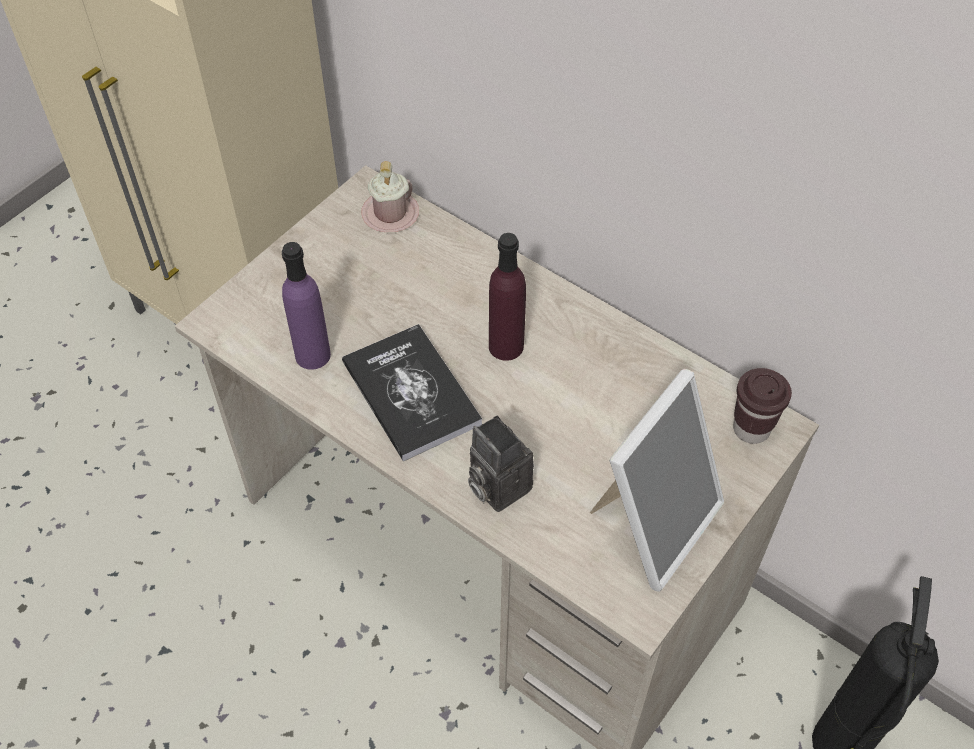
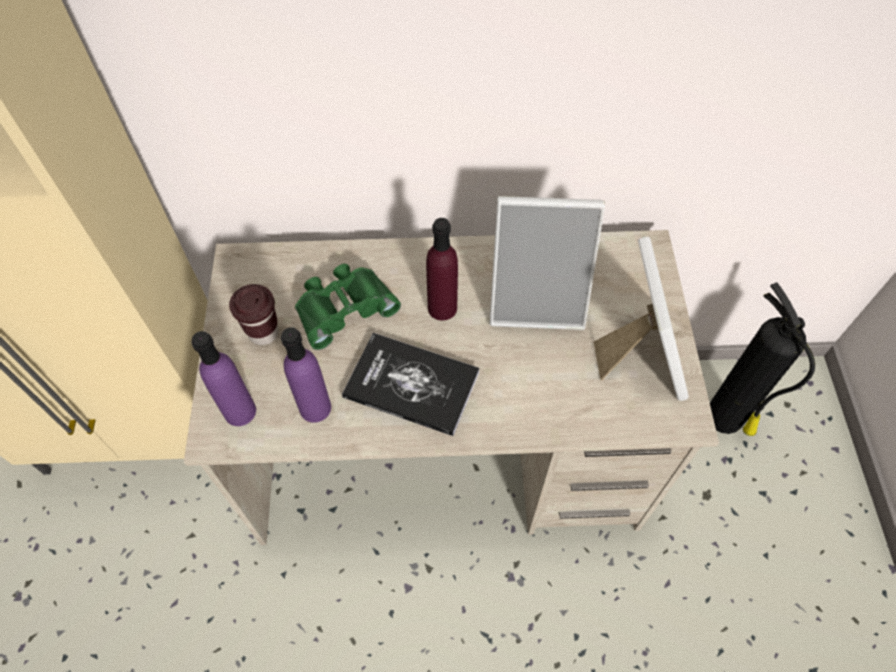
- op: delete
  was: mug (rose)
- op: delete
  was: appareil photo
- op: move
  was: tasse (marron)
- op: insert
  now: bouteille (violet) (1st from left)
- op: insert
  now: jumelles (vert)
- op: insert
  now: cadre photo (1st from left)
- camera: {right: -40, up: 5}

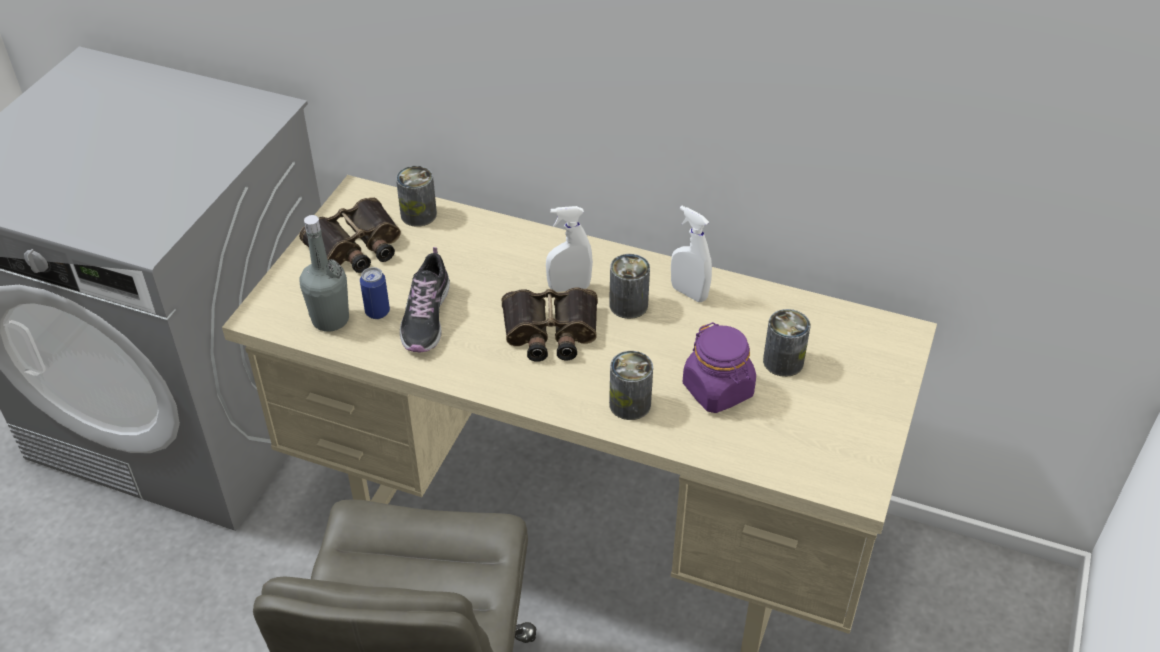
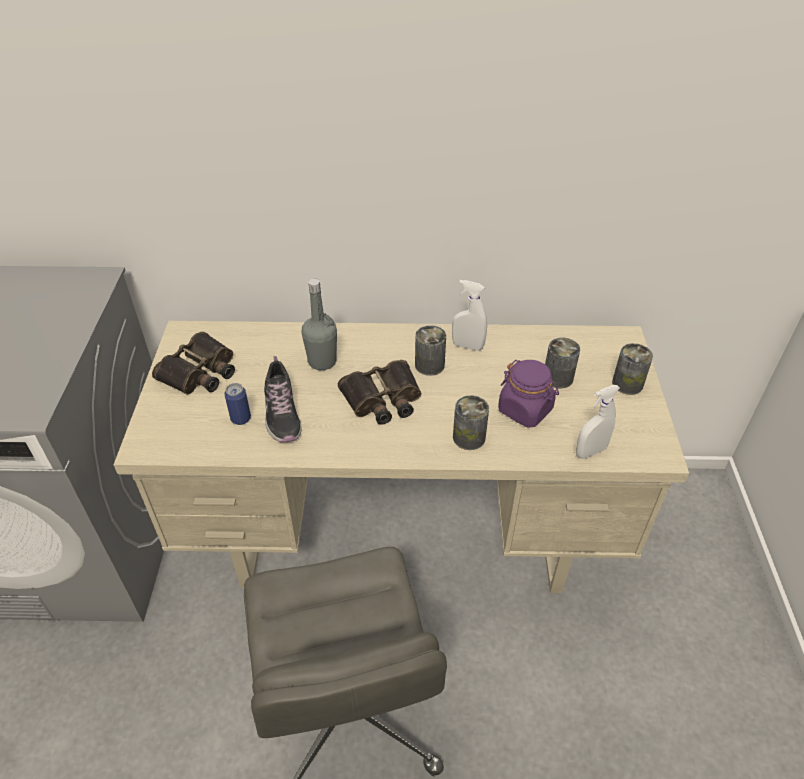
- op: move
  was: bouteille (gris)
- op: move
  was: boîte métallique (2nd from left in the first image)
  now: boîte métallique (5th from left)
- op: move
  was: vaporisateur (blanc) (1st from left in the first image)
  now: vaporisateur (blanc) (2nd from left)
- camera: {right: -20, up: 0}

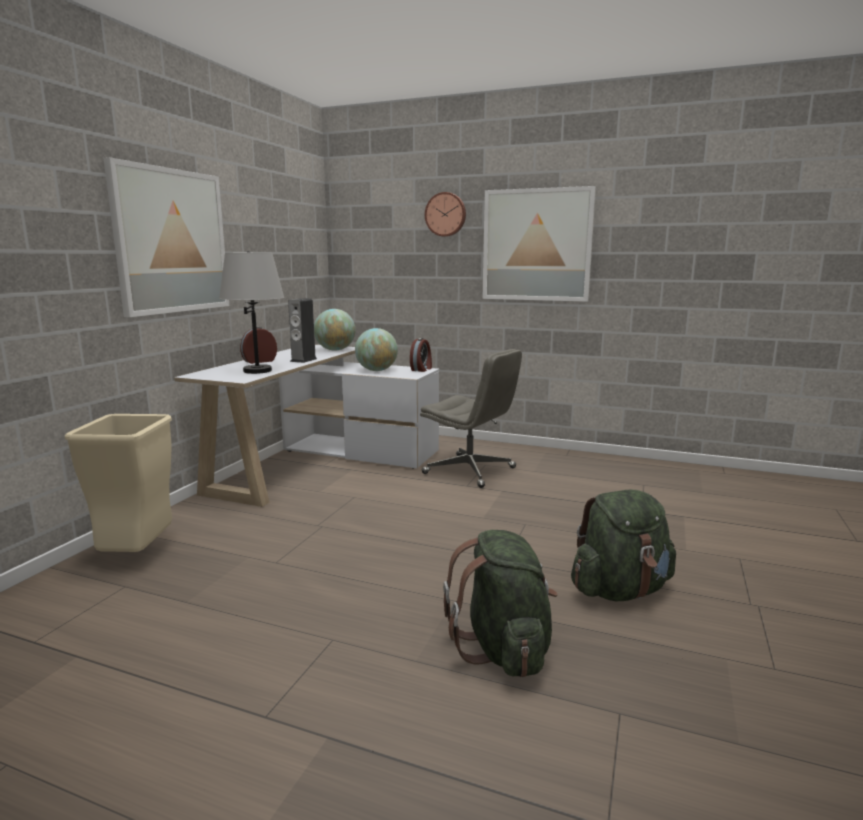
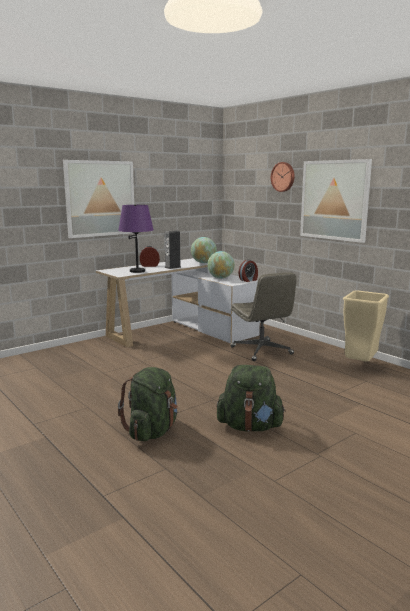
- op: move
  was: poubelle (beige)
- op: recolor
  was: lampe de table (gris)
  now: lampe de table (violet)
- camera: {right: 30, up: 0}

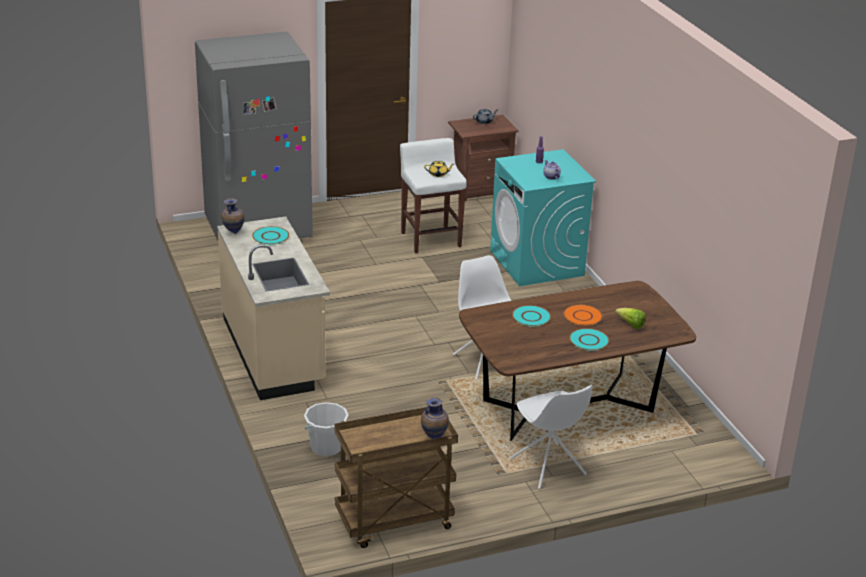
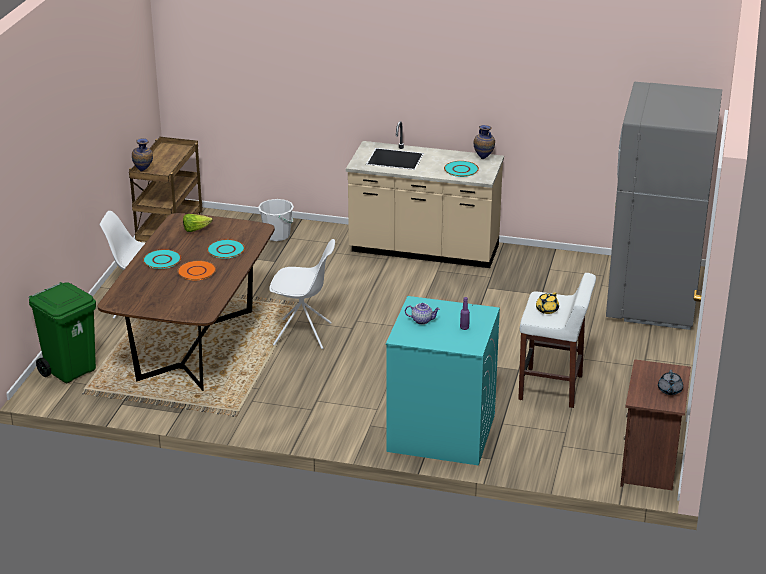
- op: move
  was: laitue
- op: insert
  now: poubelle (vert)
- camera: {right: 125, up: 0}

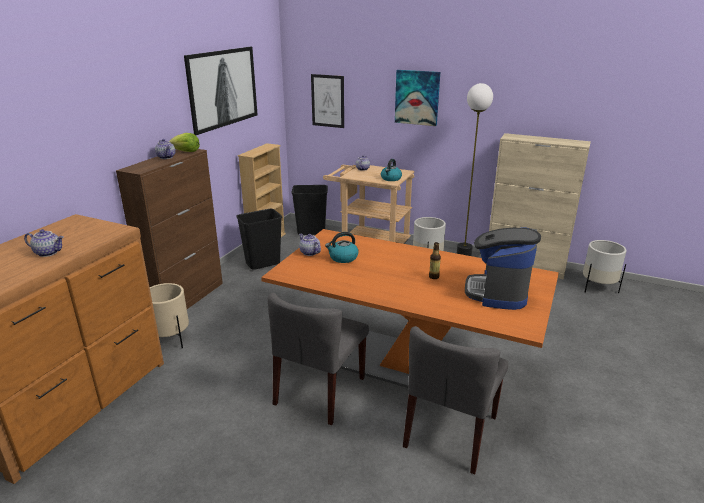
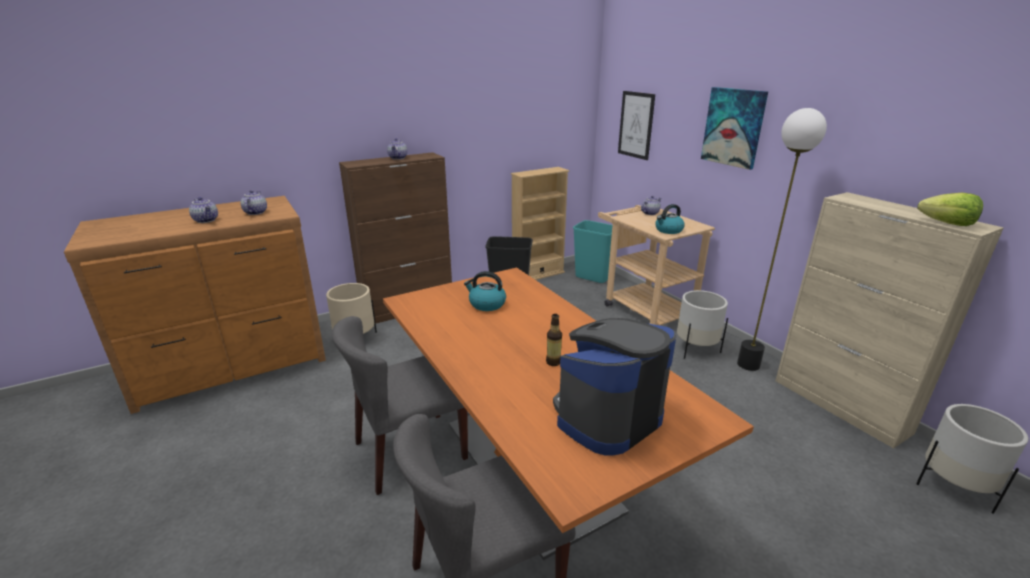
- op: move
  was: laitue
- op: delete
  was: tableau (1st from left)
- op: recolor
  was: poubelle (noir) (2nd from left)
  now: poubelle (turquoise)
- op: move
  was: théière (3rd from left in the first image)
  now: théière (2nd from left)
- camera: {right: 35, up: 0}

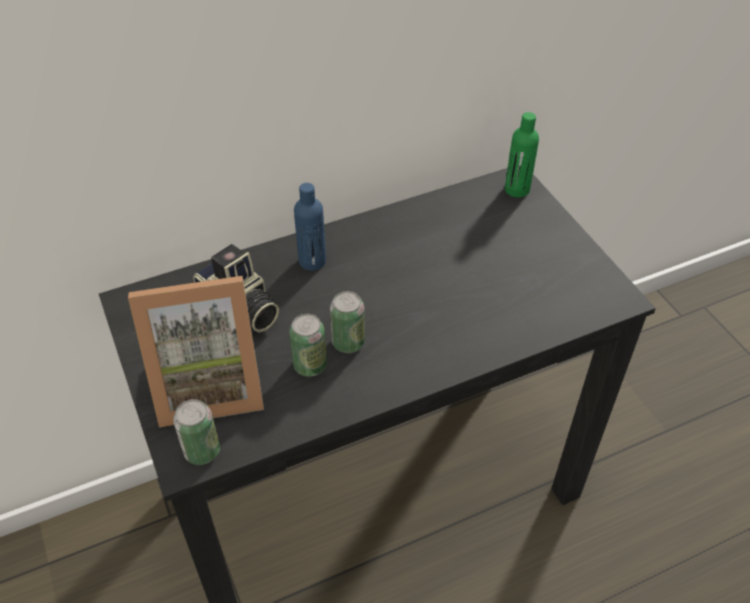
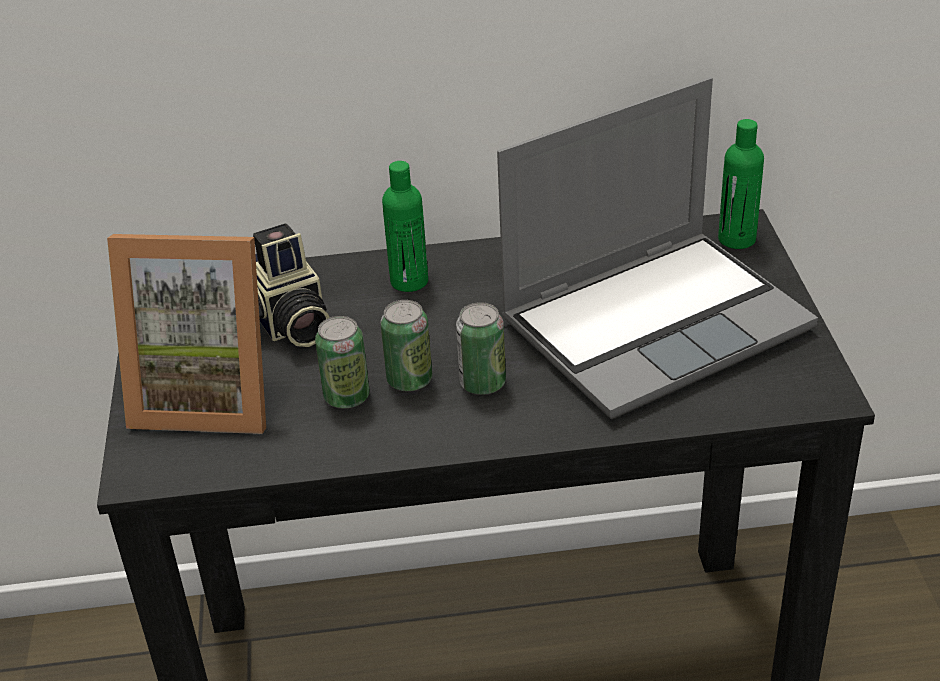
- op: move
  was: boîte métallique (1st from left in the first image)
  now: boîte métallique (3rd from left)
- op: recolor
  was: bouteille (bleu)
  now: bouteille (vert) (1st from left)
- op: insert
  now: ordinateur portable
- camera: {right: 20, up: -10}

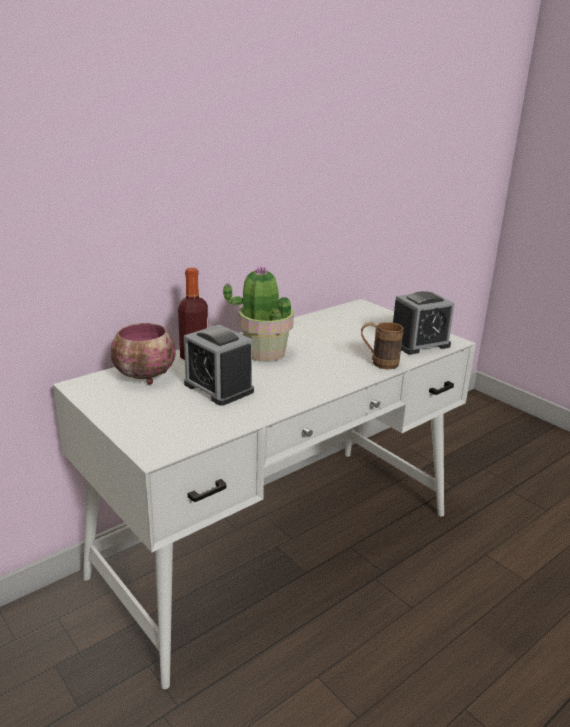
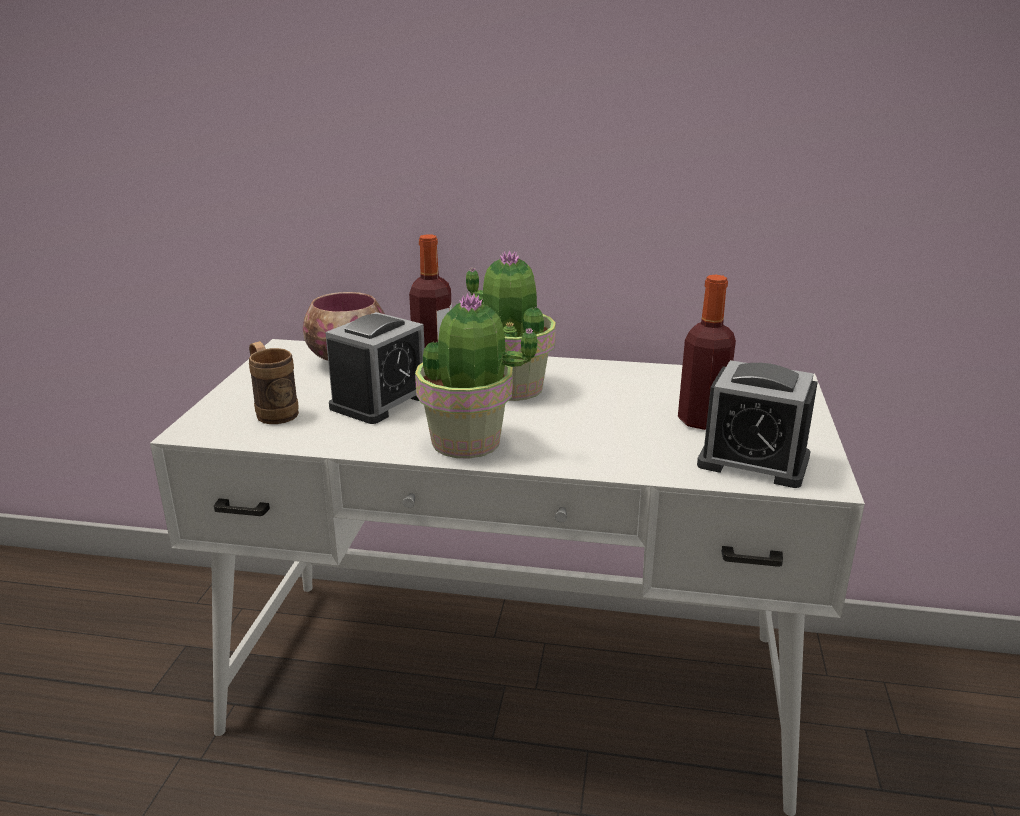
- op: rotate
  was: réveil (1st from left)
  clockwise: -150
- op: move
  was: mug (marron)
- op: insert
  now: plante en pot (1st from left)
- op: insert
  now: bouteille (2nd from left)
- camera: {right: 50, up: 0}

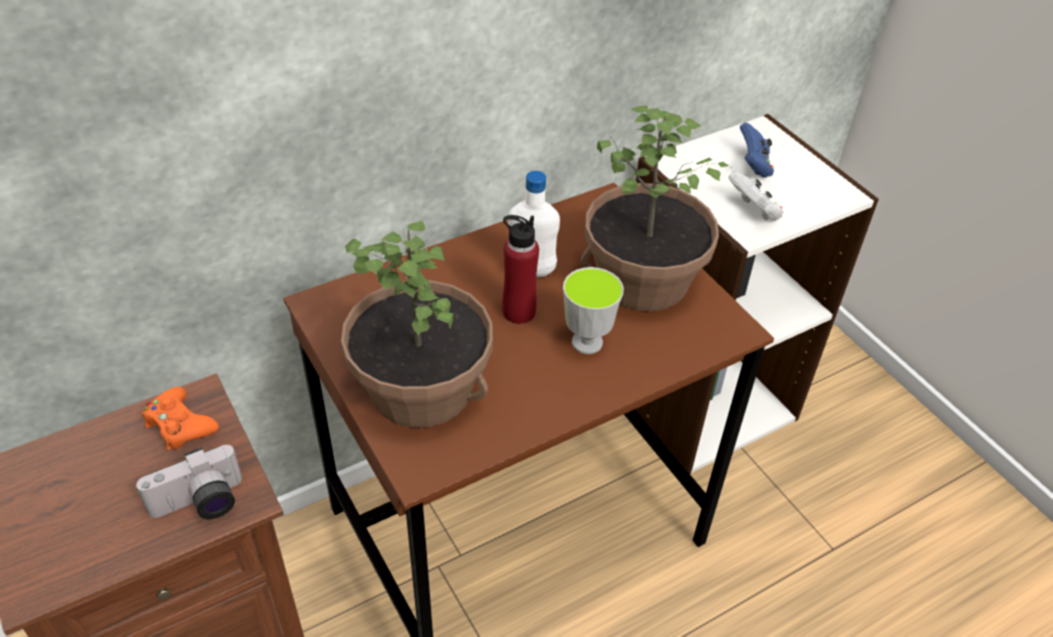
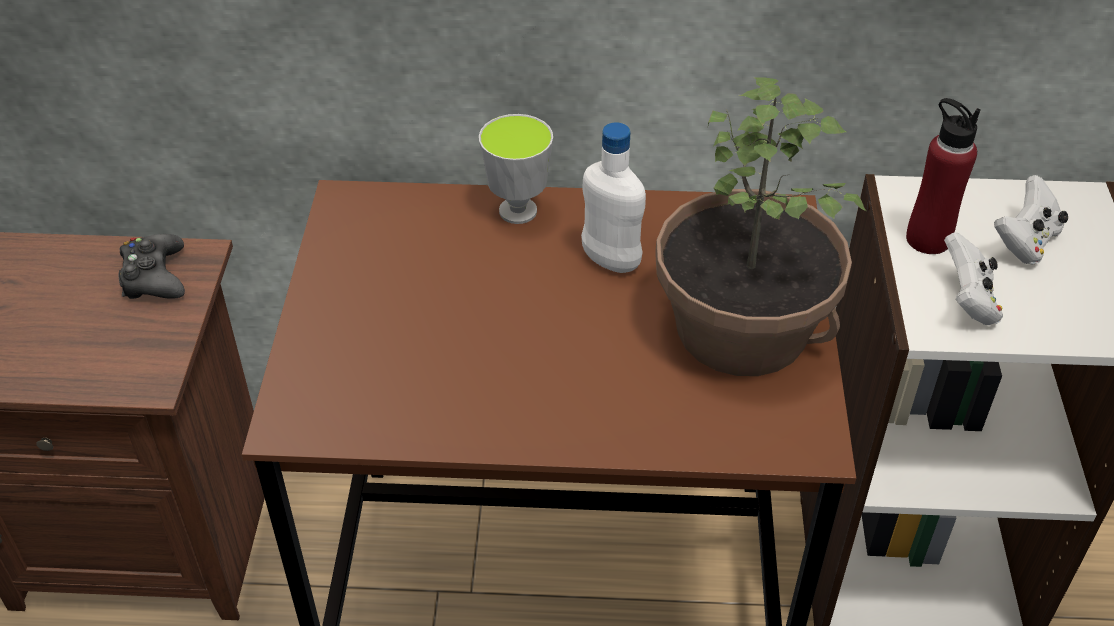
- op: delete
  was: appareil photo
- op: recolor
  was: manette (orange)
  now: manette (noir)
- op: delete
  was: plante en pot (1st from left)
- op: move
  was: bouteille (rouge)
- op: move
  was: tasse
- op: recolor
  was: manette (bleu)
  now: manette (blanc) (2nd from left)
- camera: {right: 35, up: 0}

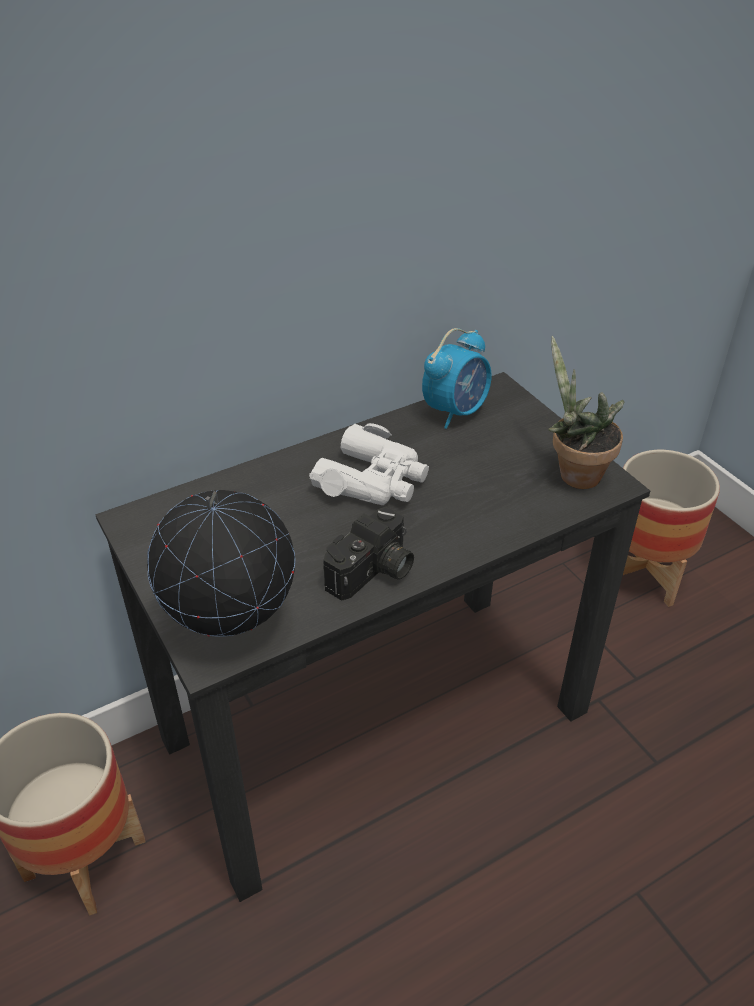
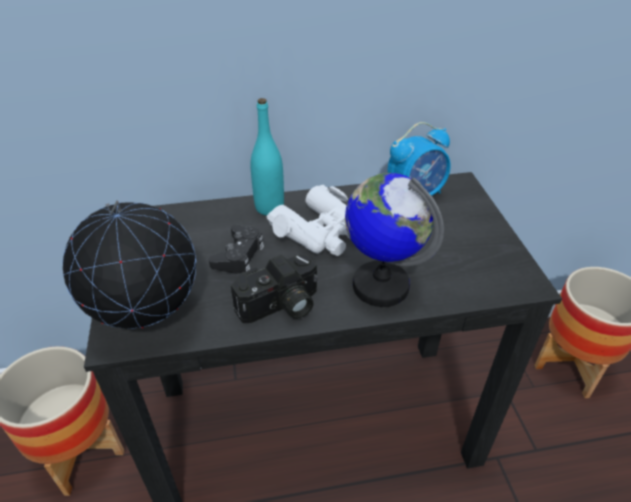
- op: delete
  was: plante en pot
- op: insert
  now: manette (noir)
- op: insert
  now: bouteille (turquoise)
- op: insert
  now: globe (2nd from left)
- camera: {right: 20, up: 0}

